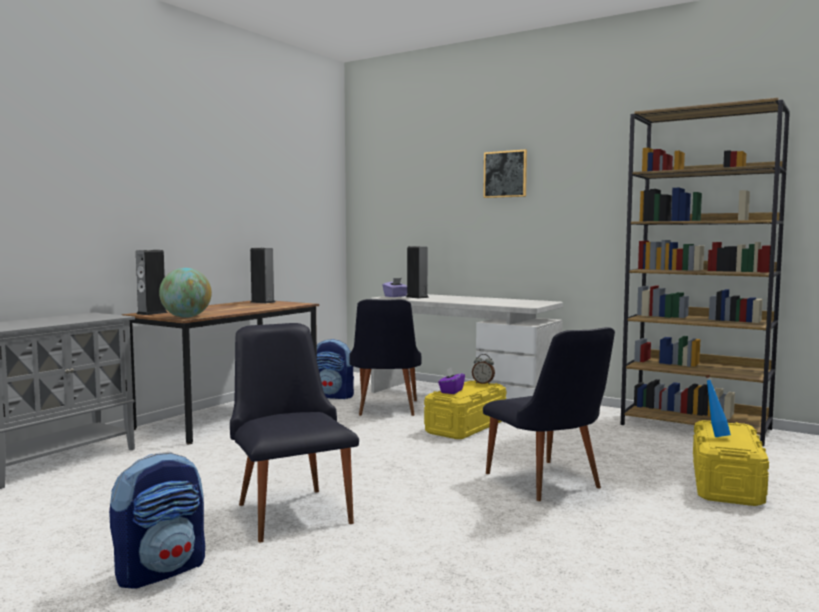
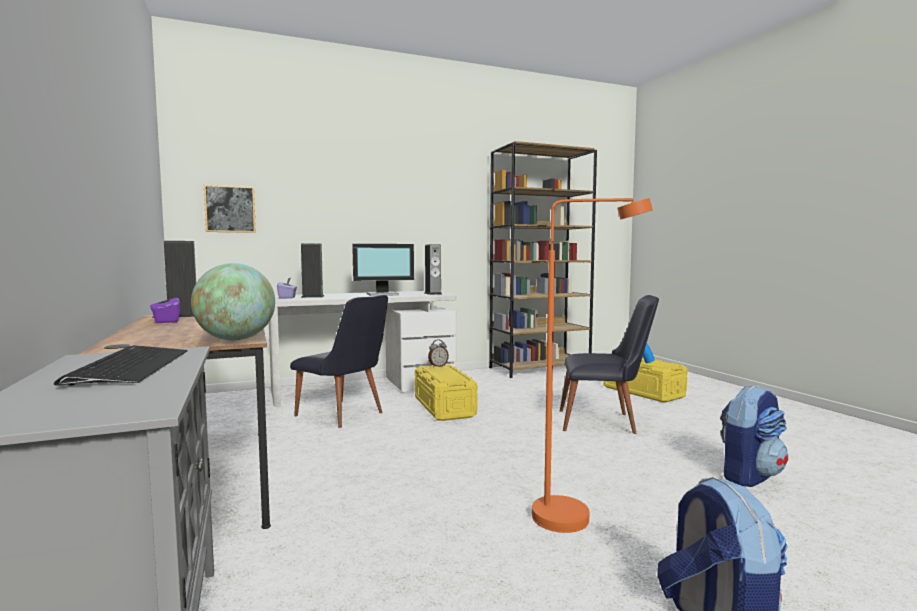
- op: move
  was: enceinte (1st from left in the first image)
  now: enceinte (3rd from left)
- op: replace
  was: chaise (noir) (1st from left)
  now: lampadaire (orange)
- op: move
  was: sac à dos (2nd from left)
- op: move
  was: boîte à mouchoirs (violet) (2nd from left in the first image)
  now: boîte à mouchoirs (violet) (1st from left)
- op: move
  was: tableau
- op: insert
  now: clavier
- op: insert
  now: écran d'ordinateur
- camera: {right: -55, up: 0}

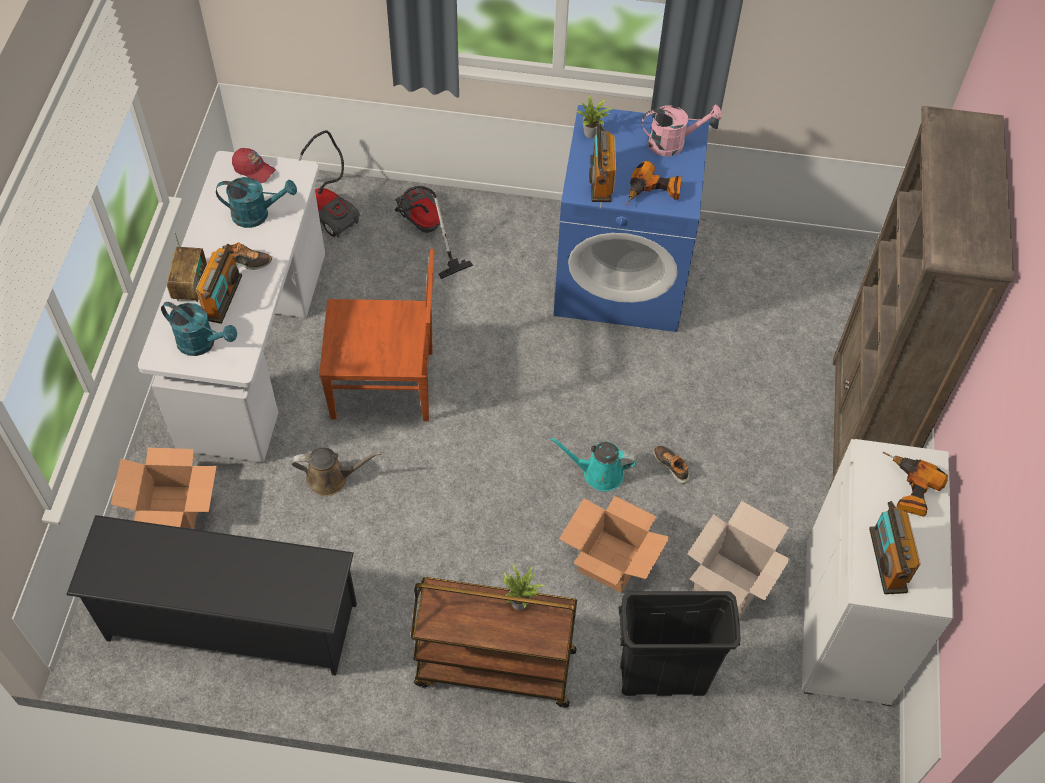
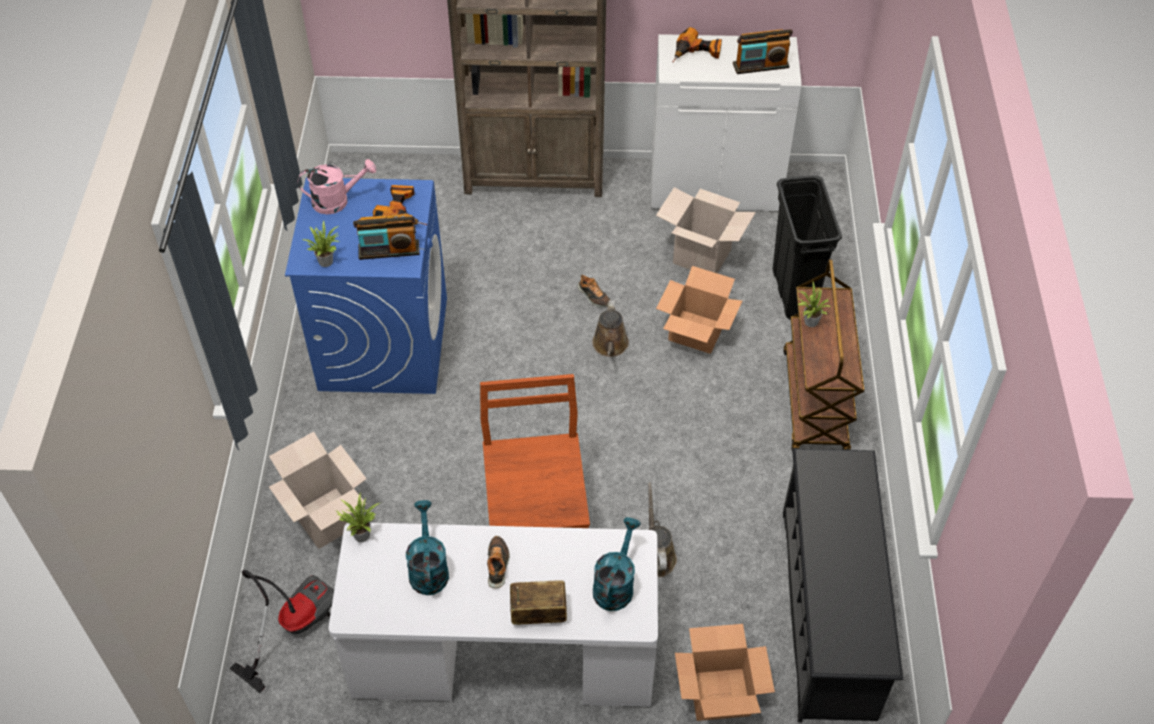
- op: delete
  was: radio (2nd from left)
- op: delete
  was: casquette (rouge)
- op: replace
  was: aspirateur (2nd from left)
  now: carton (1st from left)
- op: recolor
  was: arrosoir (turquoise) (3rd from left)
  now: arrosoir (marron) (1st from left)
- op: rotate
  was: arrosoir (rose)
  clockwise: 90
- op: rotate
  was: chaussure (2nd from left)
  clockwise: -90
- op: insert
  now: plante en pot (2nd from left)
- camera: {right: -95, up: -5}

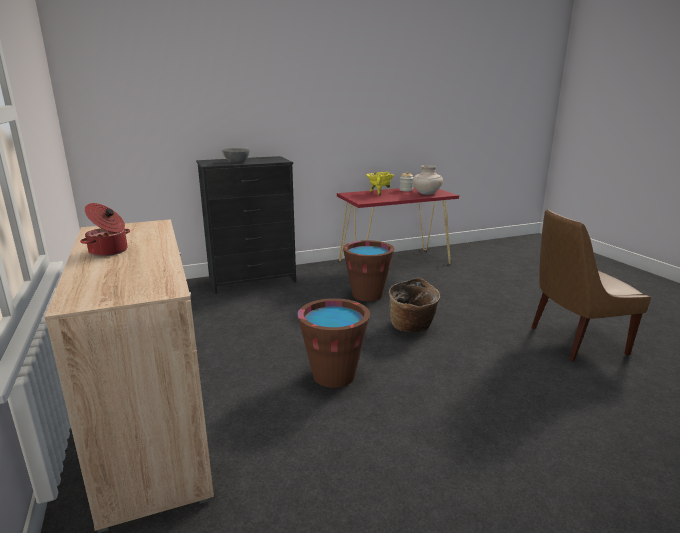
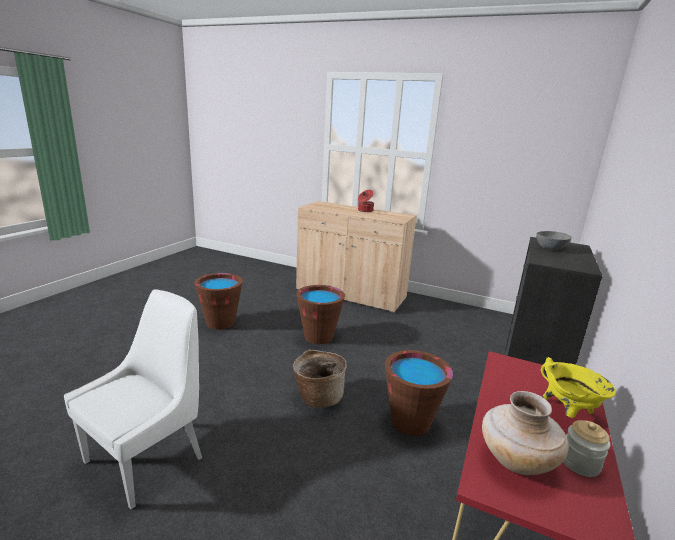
- op: recolor
  was: chaise (marron)
  now: chaise (blanc)
- op: insert
  now: seau (marron) (1st from left)
- camera: {right: 135, up: 0}

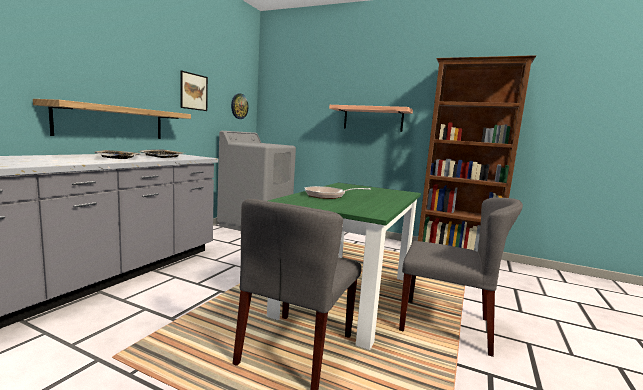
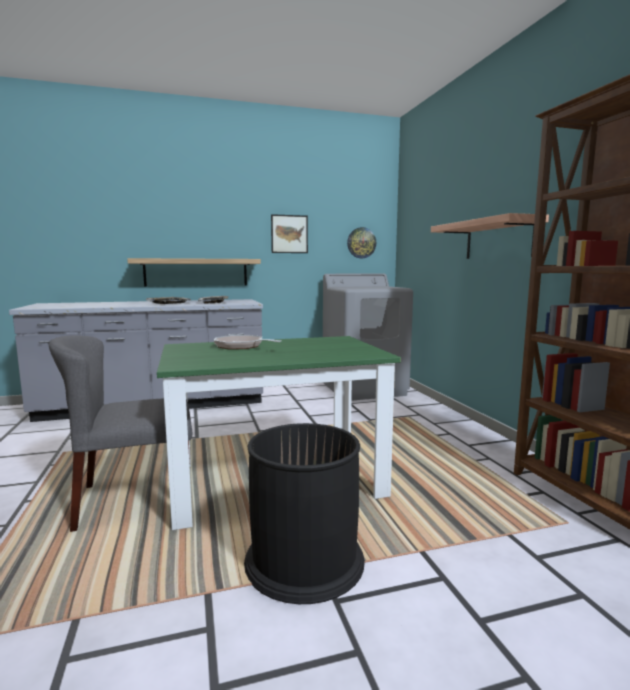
- op: replace
  was: chaise (gris) (2nd from left)
  now: poubelle (noir)
- camera: {right: 50, up: 0}

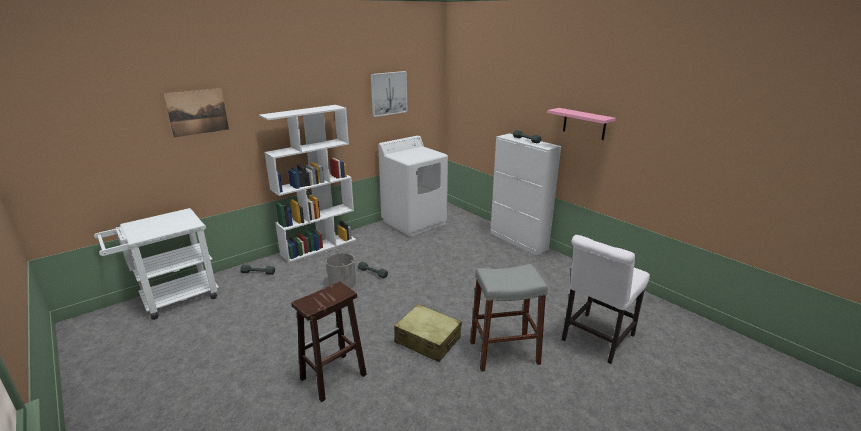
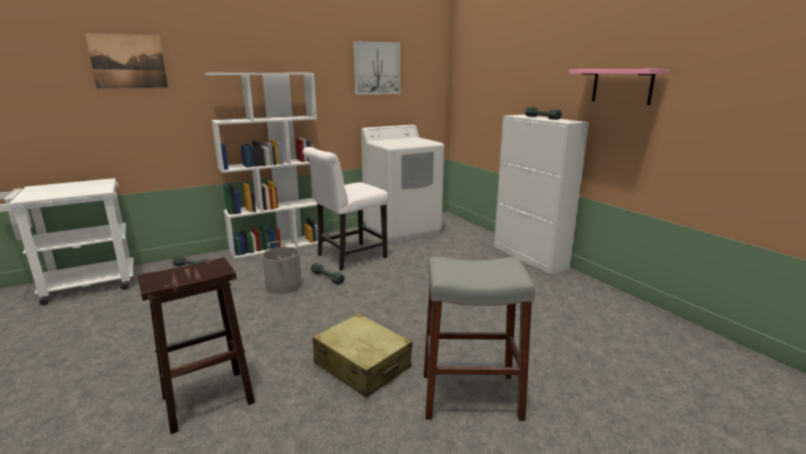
- op: move
  was: chaise (blanc)
- camera: {right: 10, up: -5}

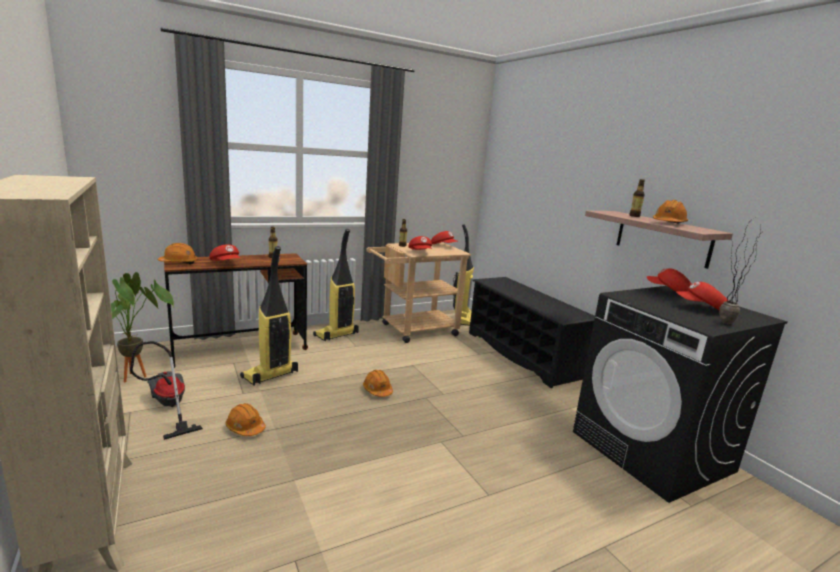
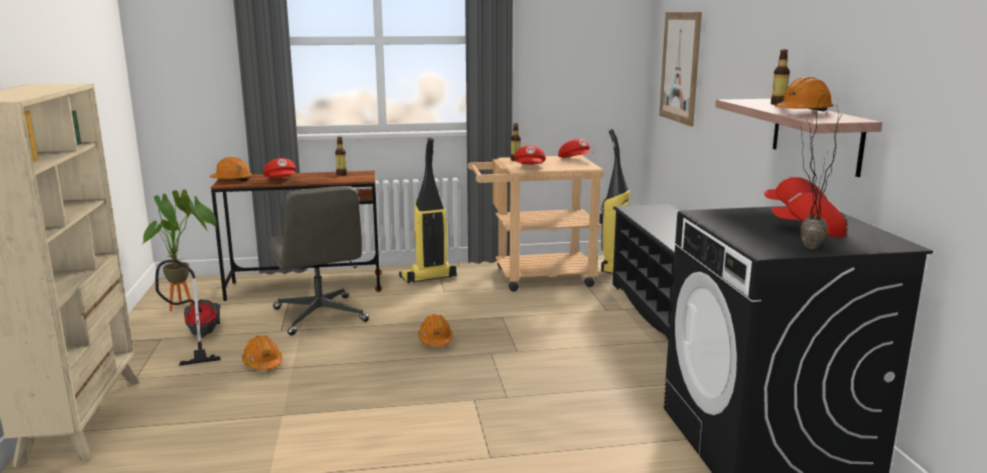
- op: replace
  was: aspirateur (2nd from left)
  now: chaise de bureau (gris)
- op: insert
  now: tableau
- camera: {right: 20, up: 0}

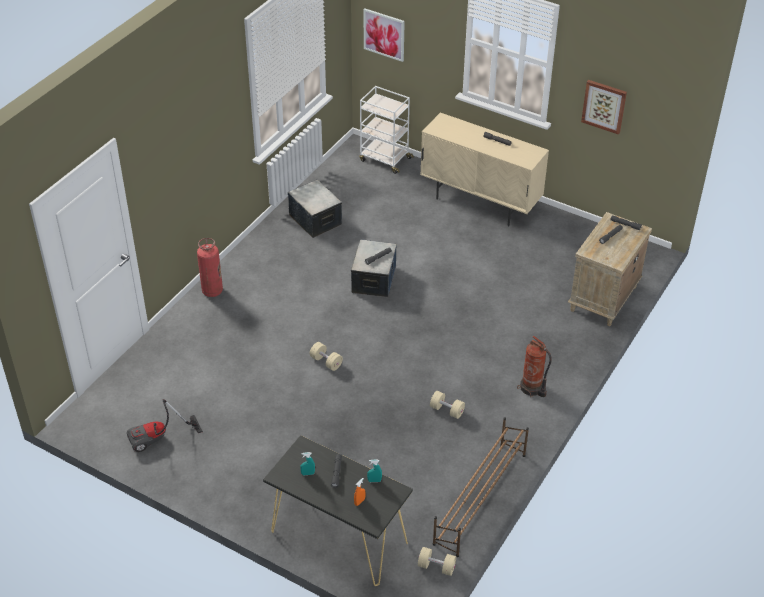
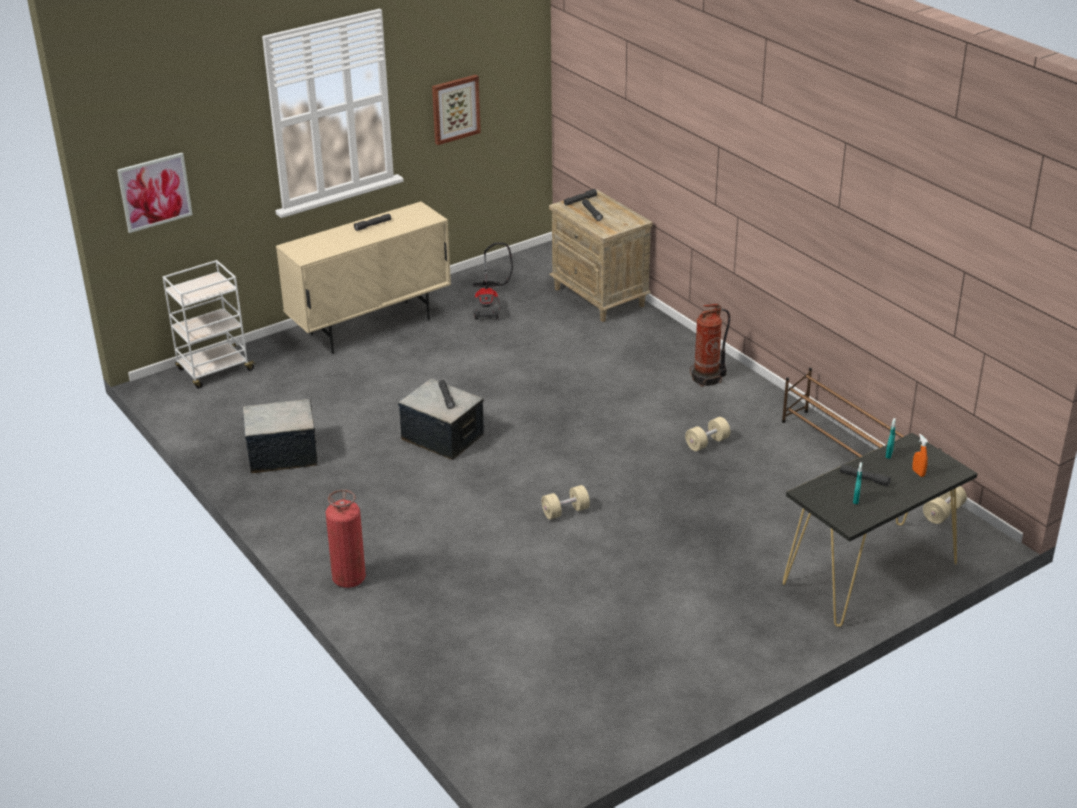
- op: move
  was: aspirateur
- camera: {right: -65, up: -10}

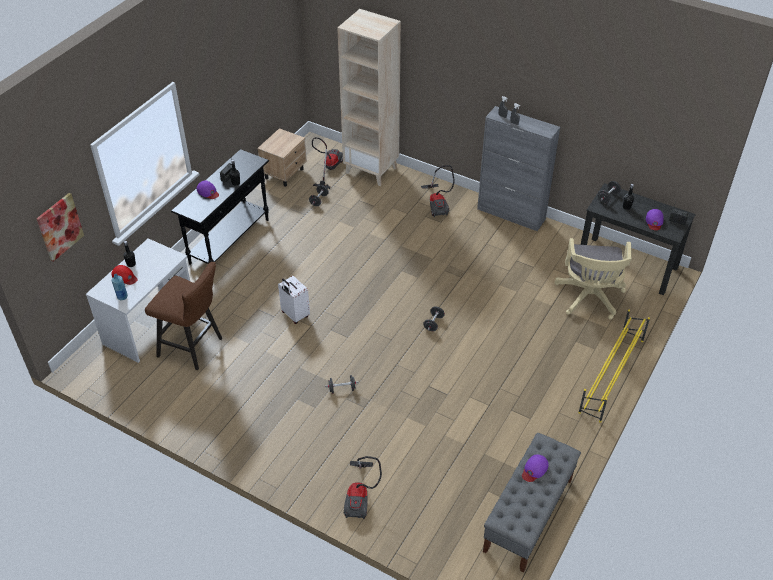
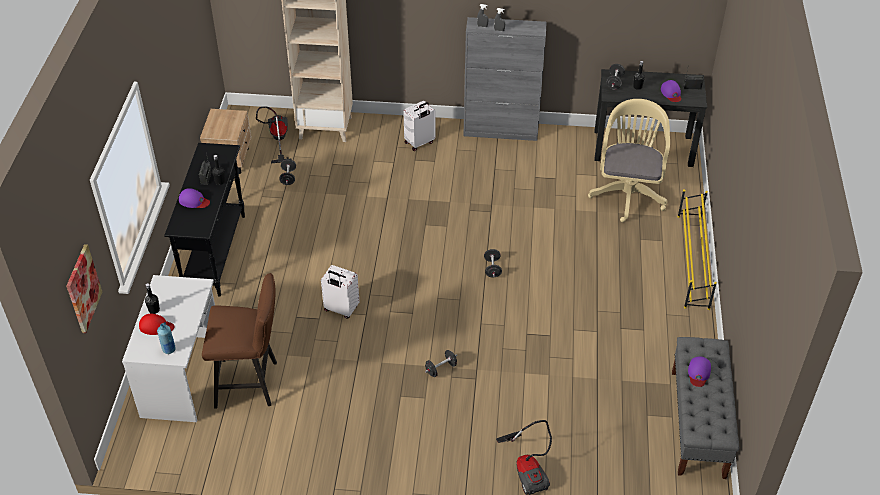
- op: replace
  was: aspirateur (3rd from left)
  now: valise (blanc) (2nd from left)
- op: rotate
  was: chaise de bureau (beige)
  clockwise: -150
- camera: {right: -25, up: 0}

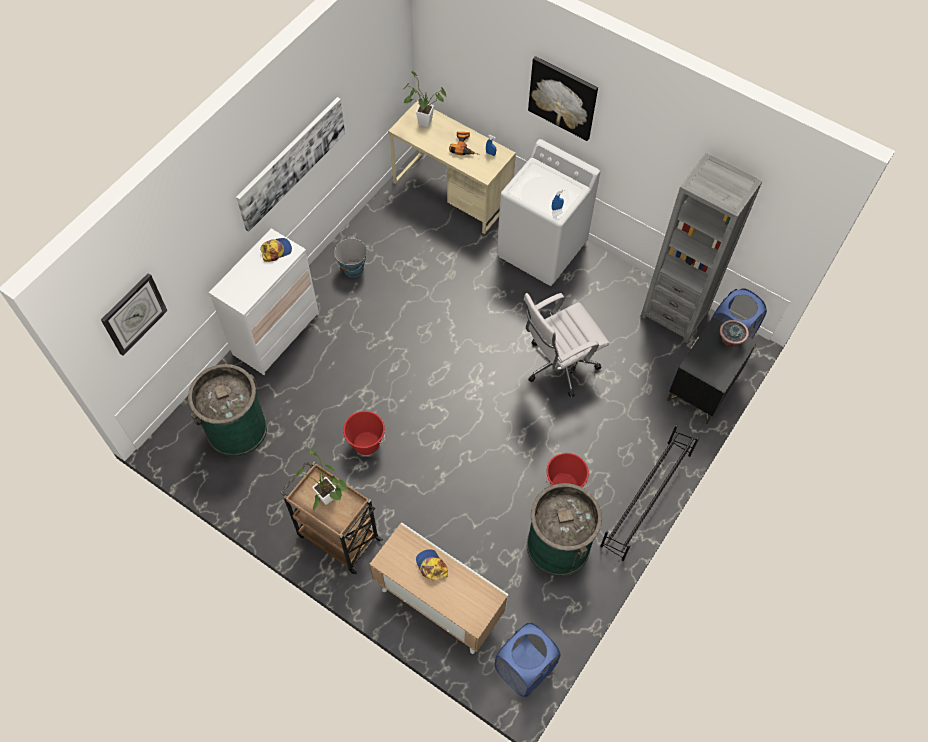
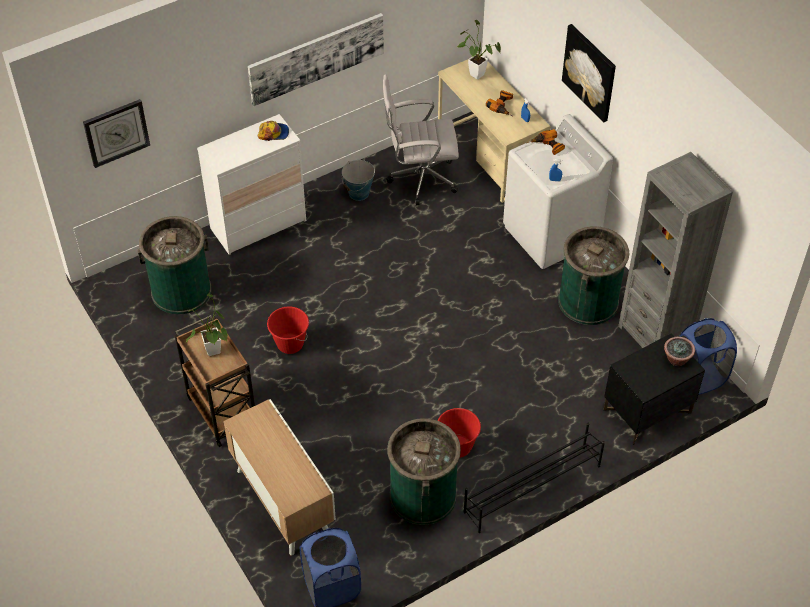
- op: delete
  was: casquette (2nd from left)
- op: move
  was: chaise de bureau (blanc)
- op: insert
  now: perceuse (2nd from left)
- op: insert
  now: poubelle (vert) (3rd from left)
- camera: {right: 25, up: -10}

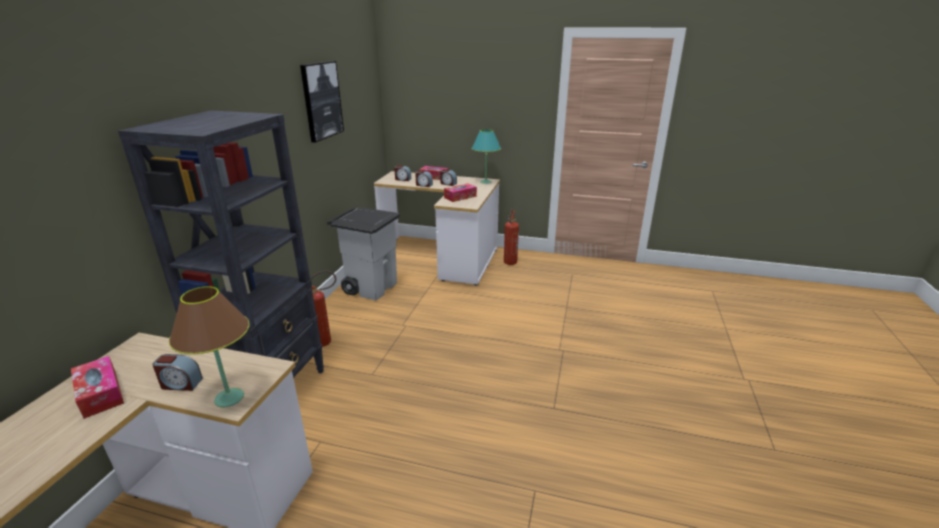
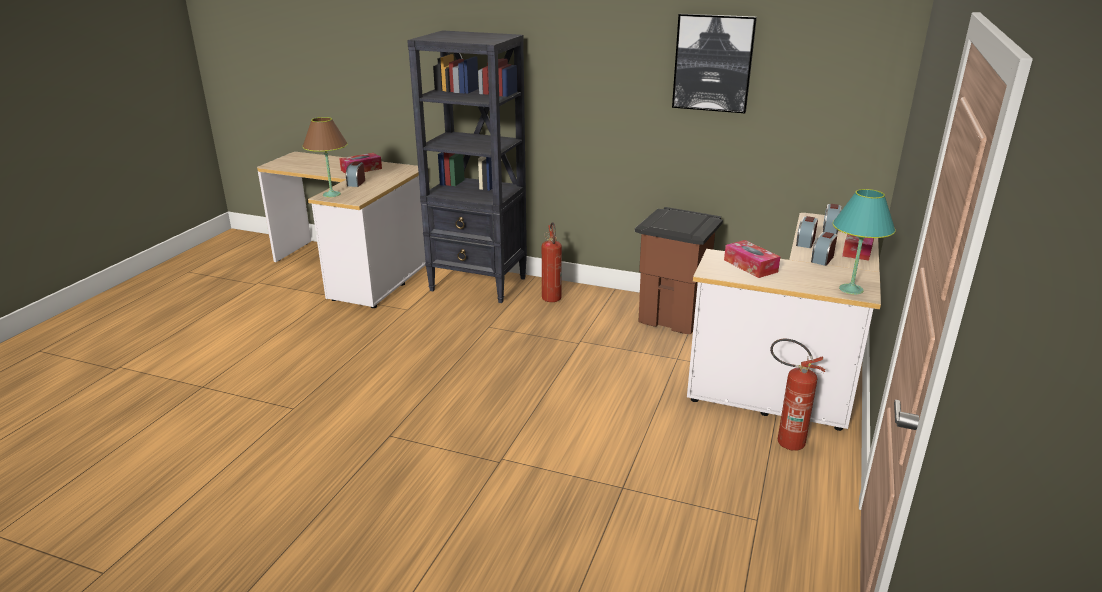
- op: recolor
  was: poubelle (gris)
  now: poubelle (marron)
- camera: {right: 95, up: 0}

